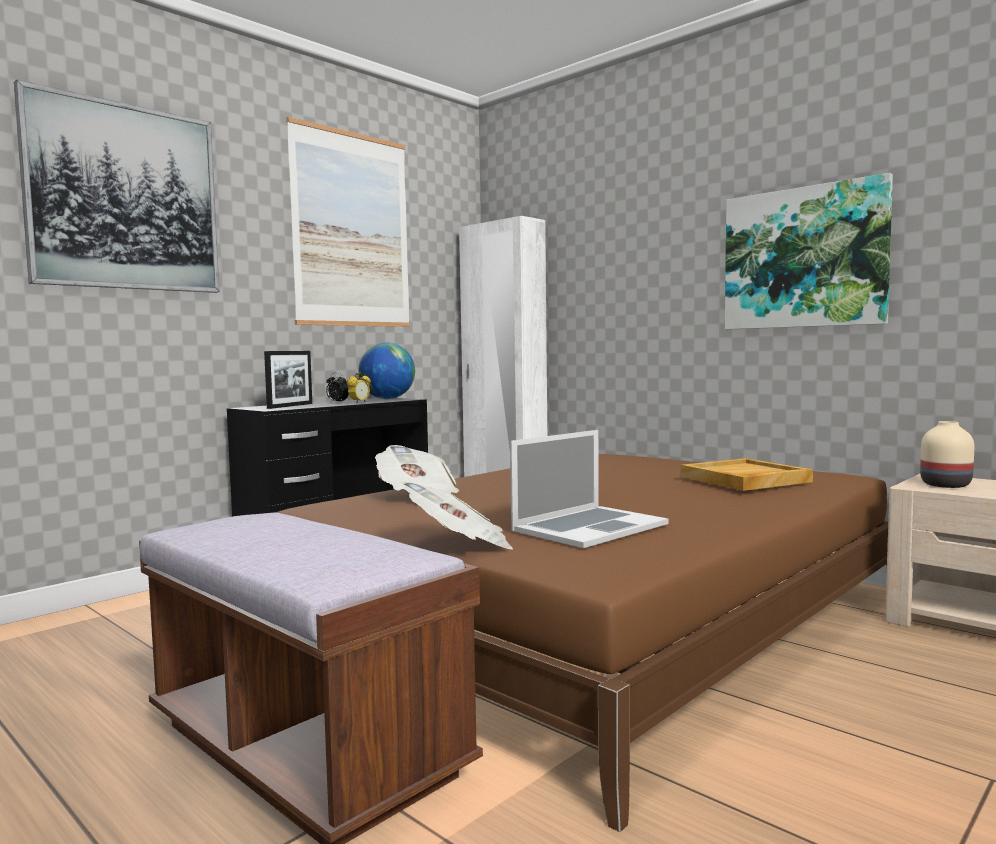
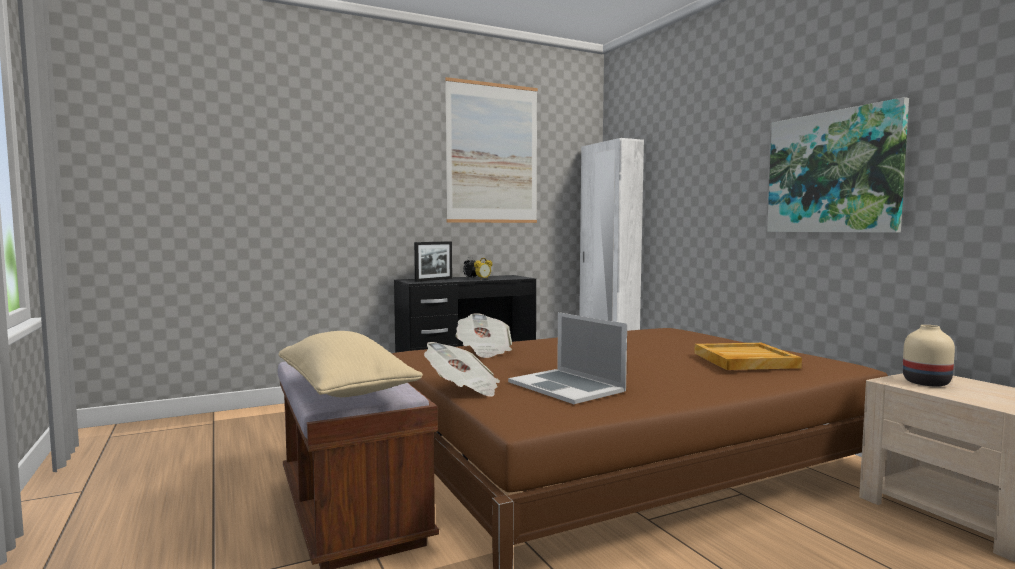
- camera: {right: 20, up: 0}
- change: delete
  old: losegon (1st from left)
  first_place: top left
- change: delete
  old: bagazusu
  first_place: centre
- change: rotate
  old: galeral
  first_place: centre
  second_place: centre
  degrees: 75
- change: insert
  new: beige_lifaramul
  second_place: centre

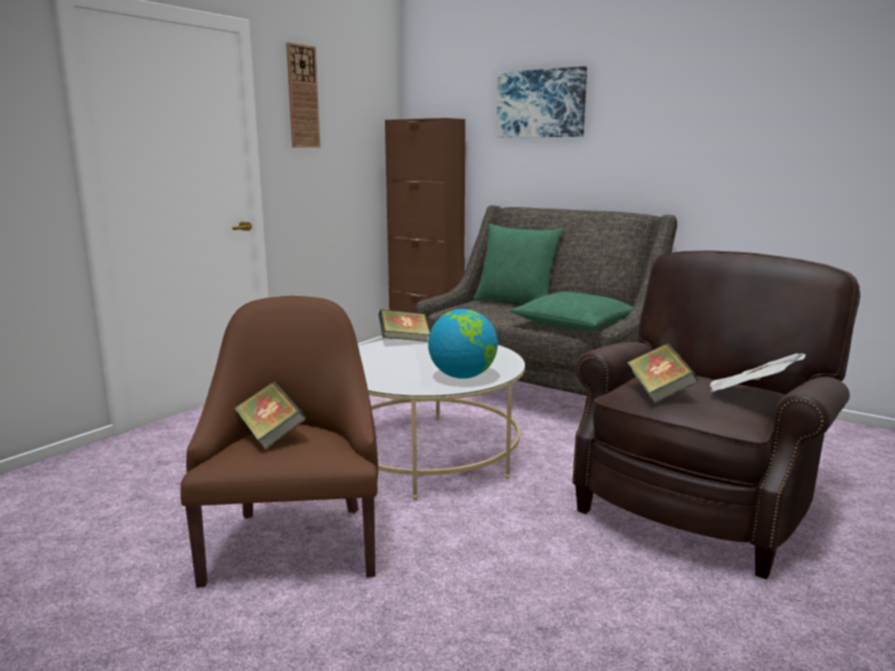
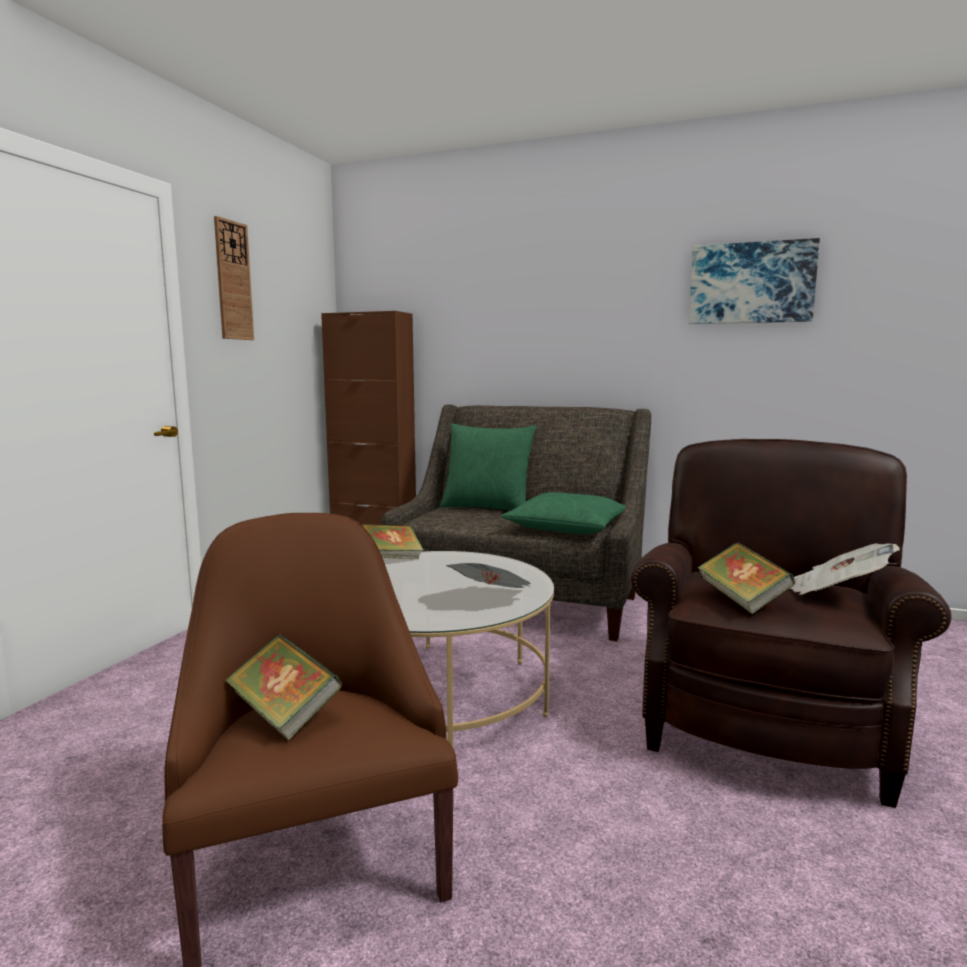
- camera: {right: -15, up: -5}
- change: replace
  old: bagazusu
  new: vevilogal (1st from left)
  first_place: centre
  second_place: centre
- change: move
  old: losegon
  first_place: top centre
  second_place: top right

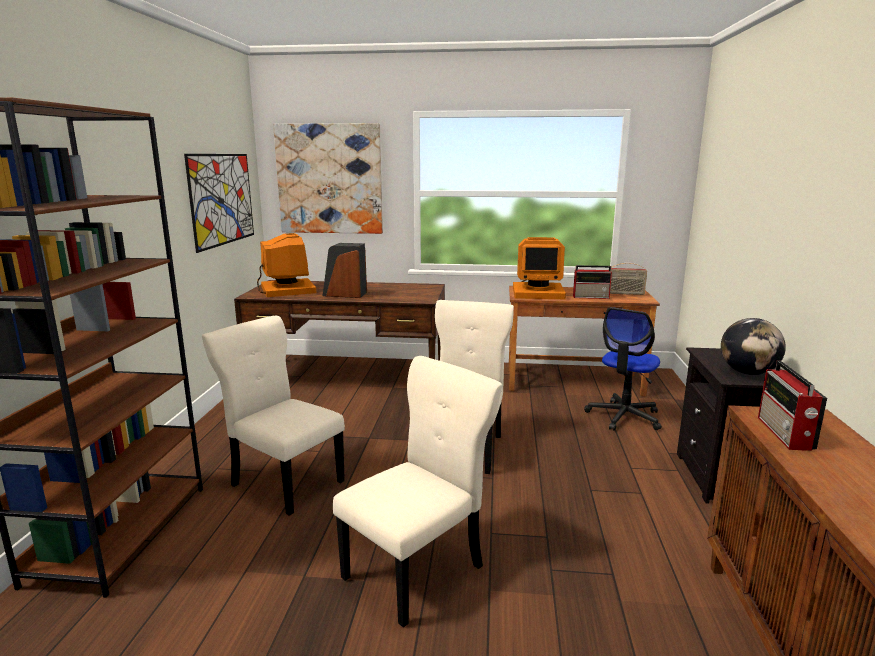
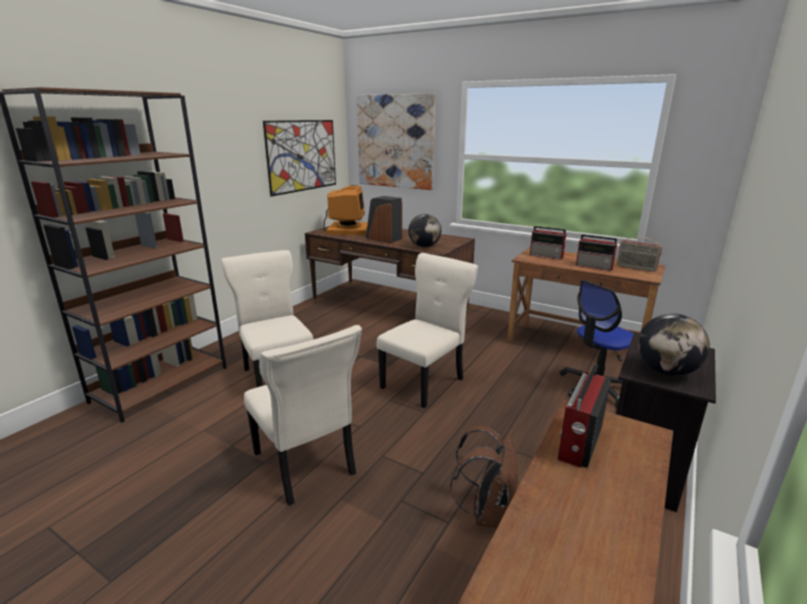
- camera: {right: 25, up: 5}
- change: rotate
  old: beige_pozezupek (2nd from left)
  first_place: bottom centre
  second_place: bottom centre
  degrees: 75
- change: replace
  old: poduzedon (2nd from left)
  new: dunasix (1st from left)
  first_place: centre
  second_place: middle right
- change: insert
  new: bagazusu (1st from left)
  second_place: centre
- change: insert
  new: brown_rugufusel
  second_place: bottom centre

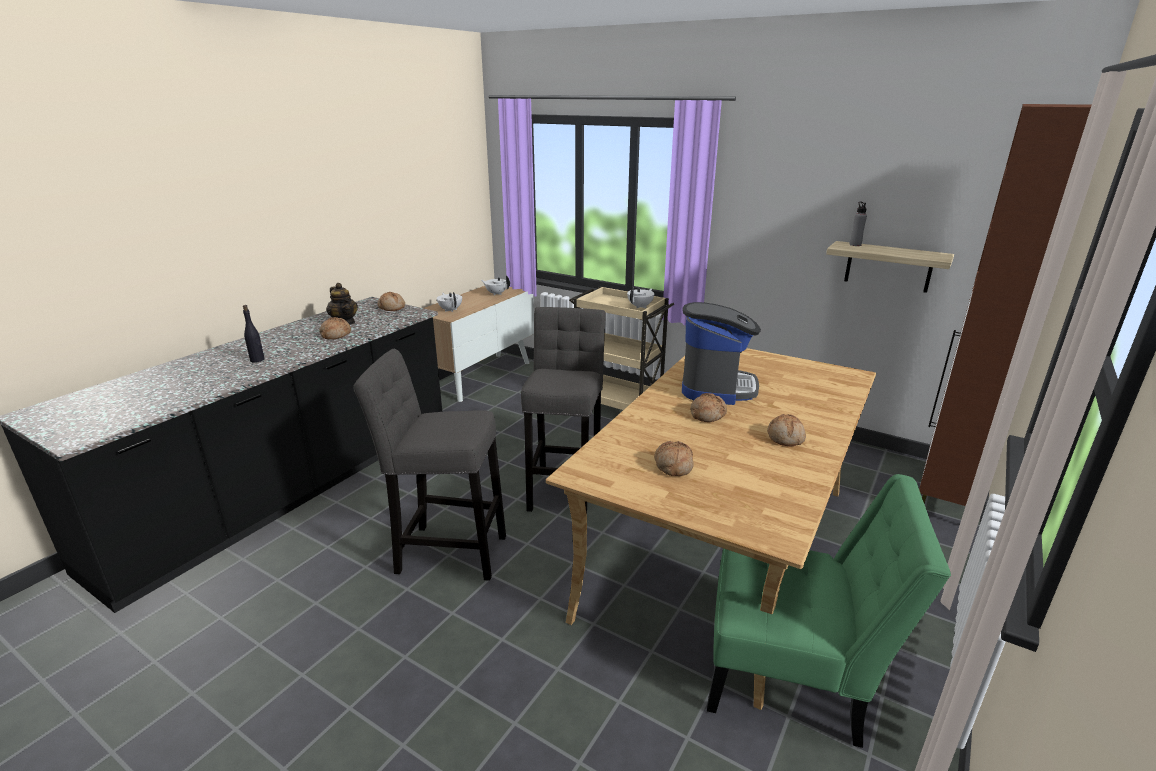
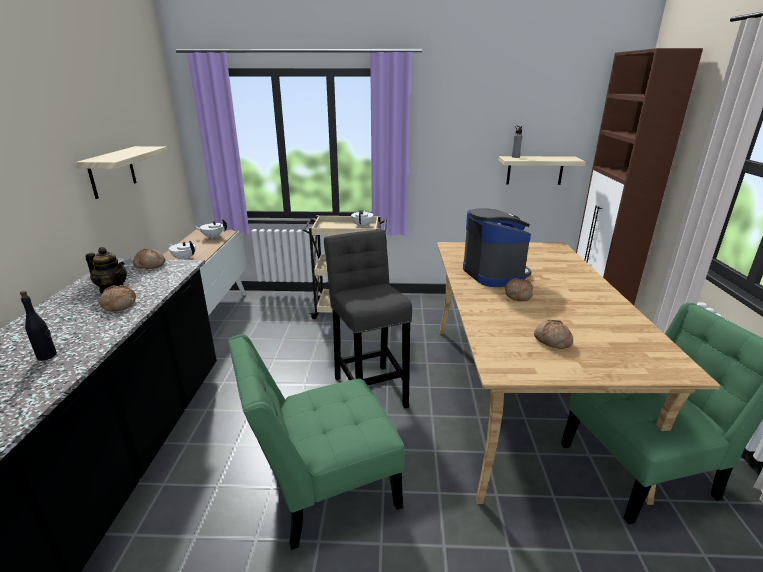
- camera: {right: -30, up: 0}
- change: replace
  old: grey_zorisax (1st from left)
  new: green_pozezupek (1st from left)
  first_place: centre
  second_place: bottom centre
- change: delete
  old: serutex (5th from left)
  first_place: middle right
- change: insert
  new: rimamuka (1st from left)
  second_place: top left

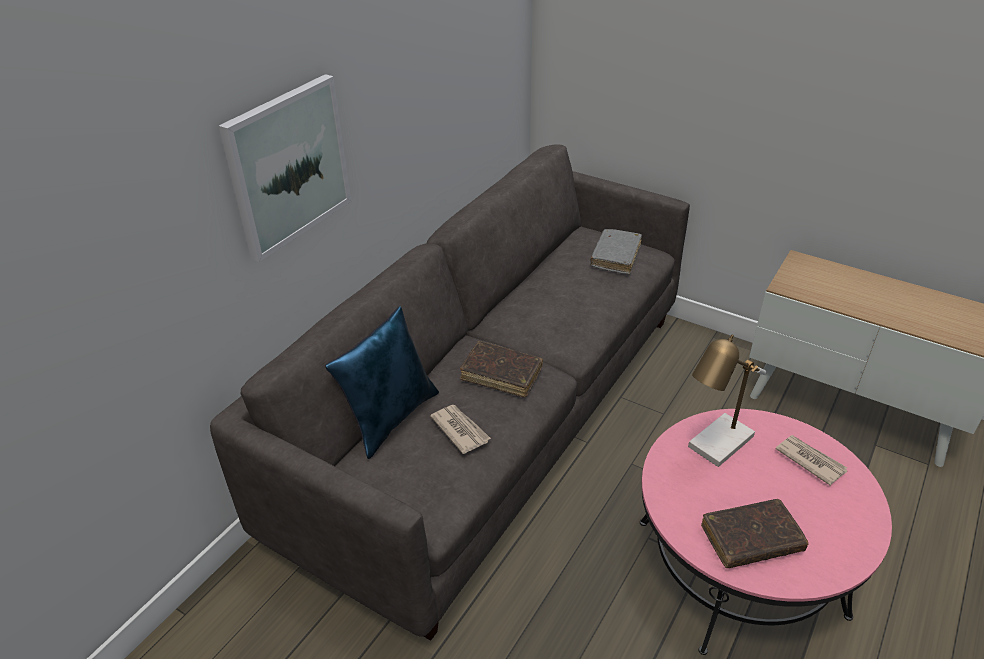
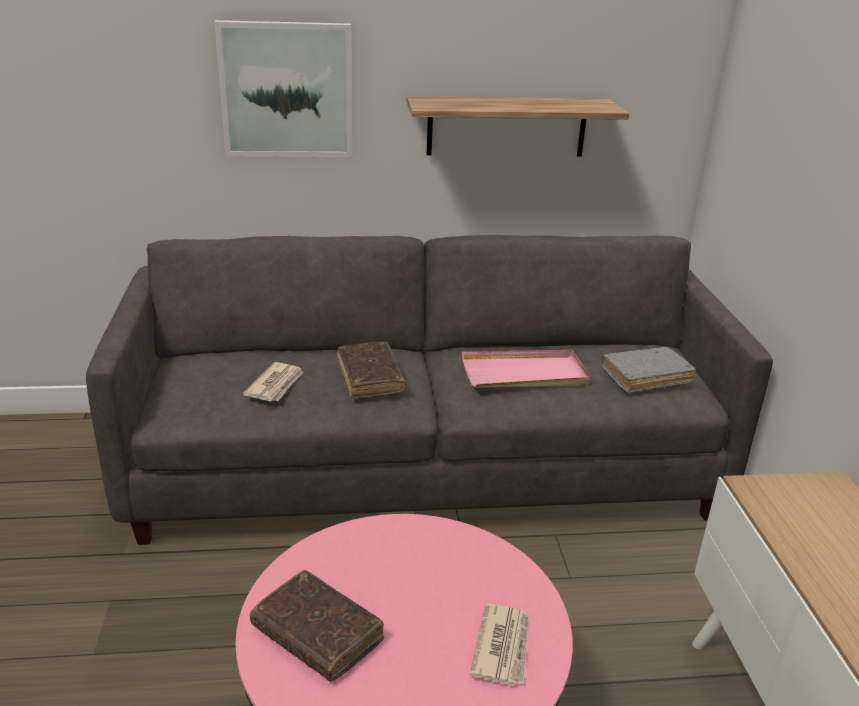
- camera: {right: 50, up: -10}
- change: delete
  old: blue_lifaramul
  first_place: centre
- change: delete
  old: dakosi
  first_place: middle right
- change: insert
  new: rimamuka
  second_place: top centre
- change: insert
  new: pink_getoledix
  second_place: centre

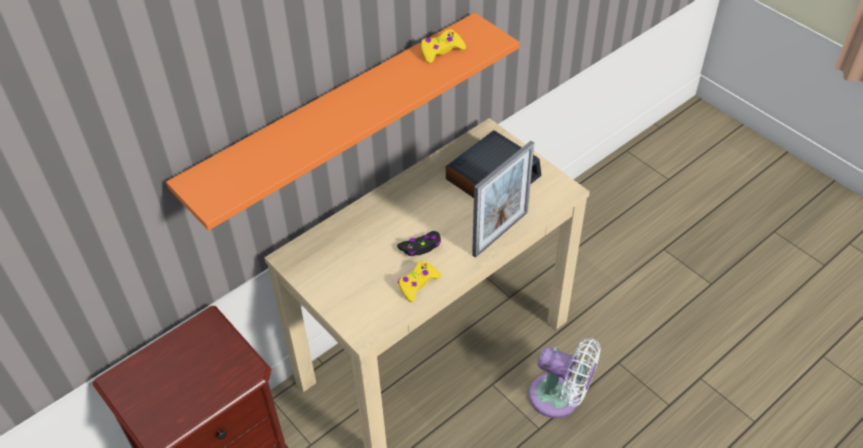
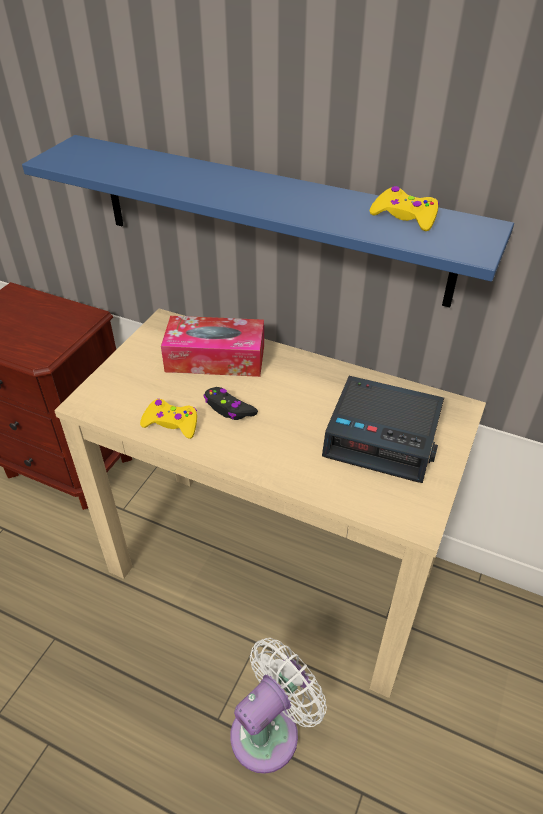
- camera: {right: 65, up: -5}
- change: recolor
  old: orange_rimamuka
  new: blue_rimamuka
  first_place: top centre
  second_place: top centre
- change: delete
  old: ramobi
  first_place: centre
- change: rotate
  old: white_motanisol
  first_place: bottom centre
  second_place: bottom centre
  degrees: -135
- change: insert
  new: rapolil
  second_place: centre

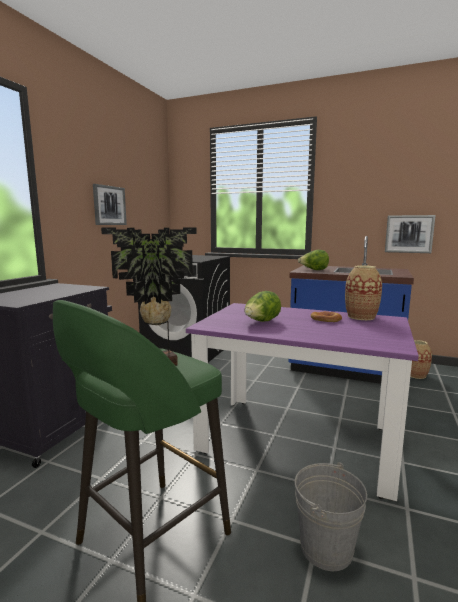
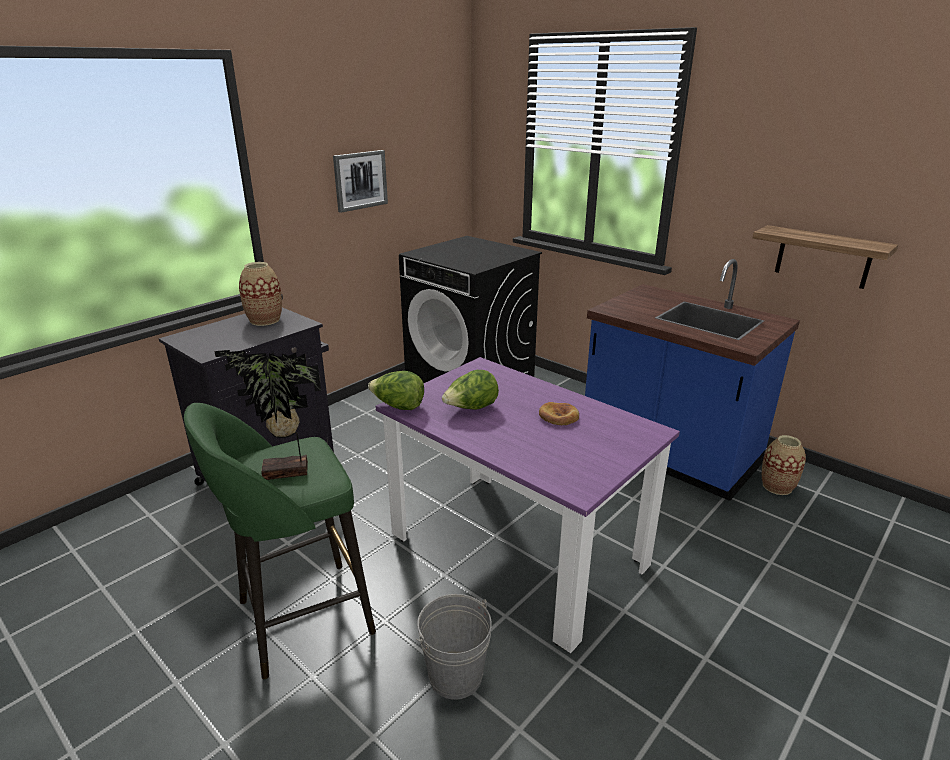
- camera: {right: 20, up: 15}
- change: move
  old: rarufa (2nd from left in the first image)
  new: rarufa (1st from left)
  first_place: middle right
  second_place: centre
- change: move
  old: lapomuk (1st from left)
  first_place: middle right
  second_place: middle left
- change: replace
  old: losegon (2nd from left)
  new: rimamuka
  first_place: middle right
  second_place: middle right

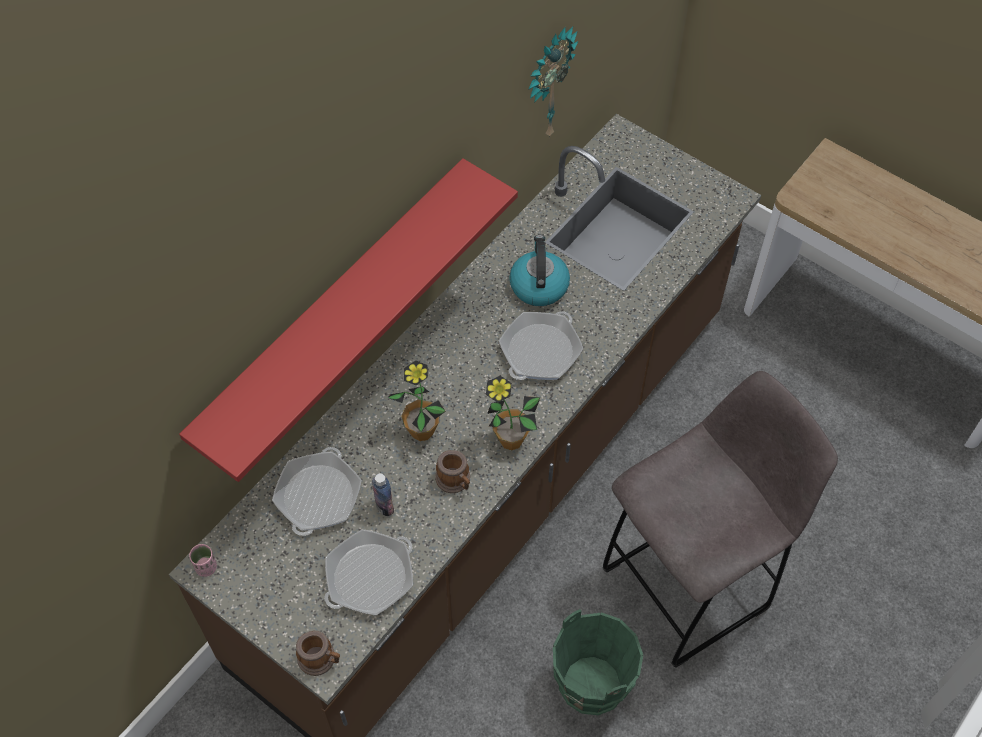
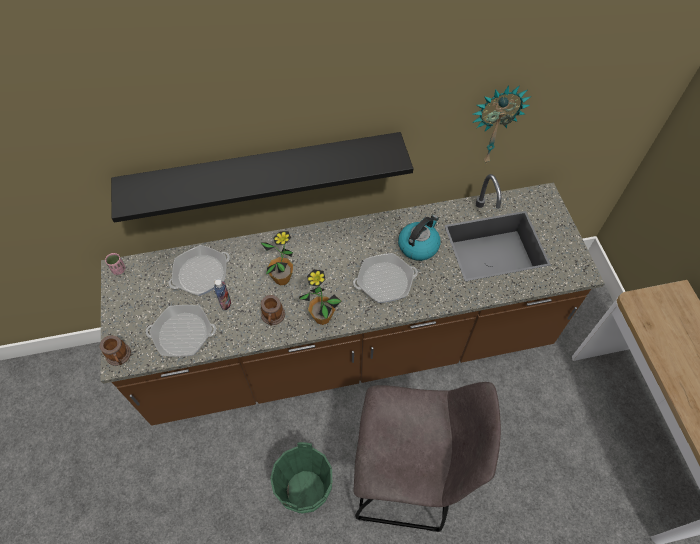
- camera: {right: 40, up: 0}
- change: recolor
  old: red_rimamuka
  new: black_rimamuka
  first_place: centre
  second_place: top centre

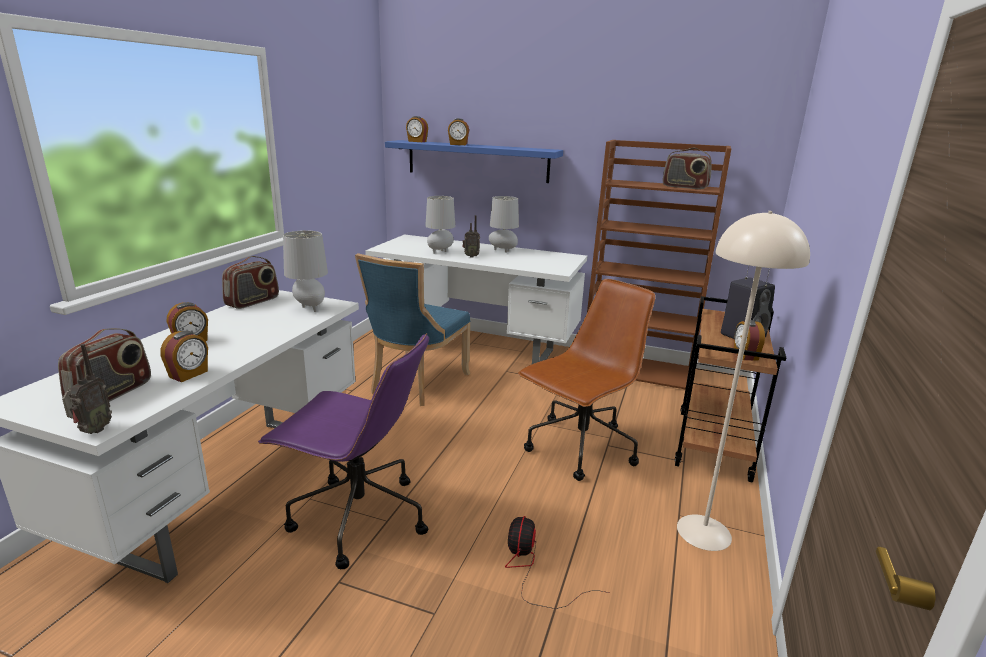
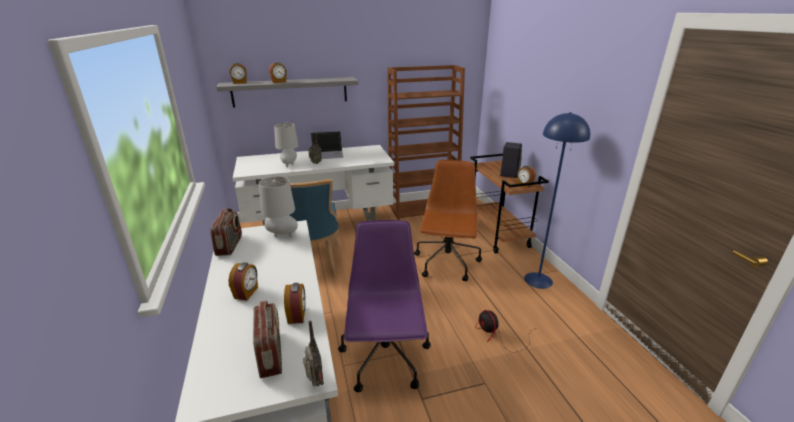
- camera: {right: -35, up: 5}
- change: rotate
  old: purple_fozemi
  first_place: bottom centre
  second_place: bottom centre
  degrees: -75
- change: recolor
  old: blue_rimamuka
  new: grey_rimamuka
  first_place: top centre
  second_place: top centre
- change: replace
  old: grey_dakosi (3rd from left)
  new: galeral
  first_place: centre
  second_place: centre
- change: delete
  old: dunasix (5th from left)
  first_place: top right
- change: recolor
  old: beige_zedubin
  new: blue_zedubin
  first_place: middle right
  second_place: middle right

